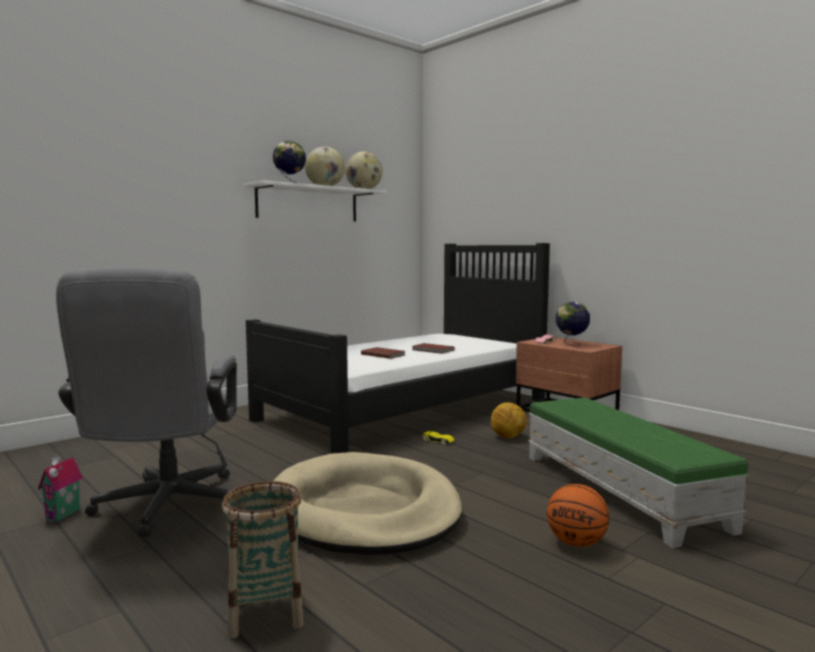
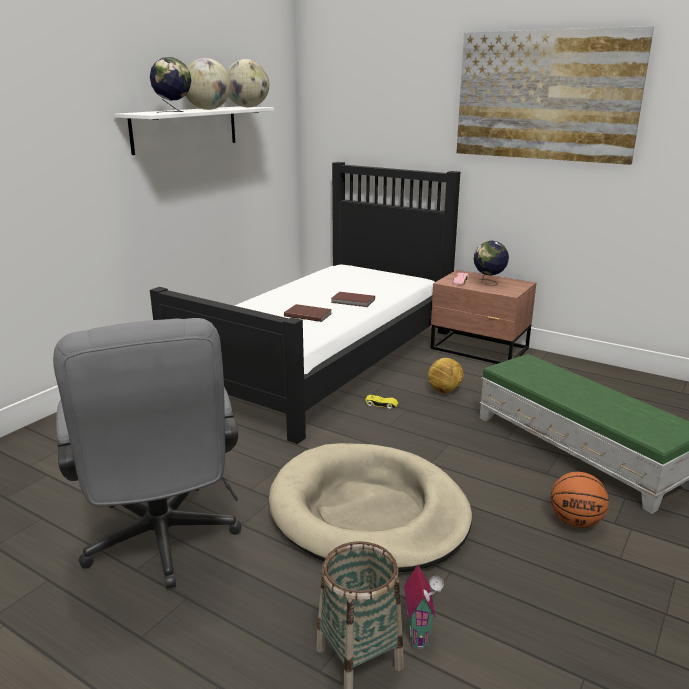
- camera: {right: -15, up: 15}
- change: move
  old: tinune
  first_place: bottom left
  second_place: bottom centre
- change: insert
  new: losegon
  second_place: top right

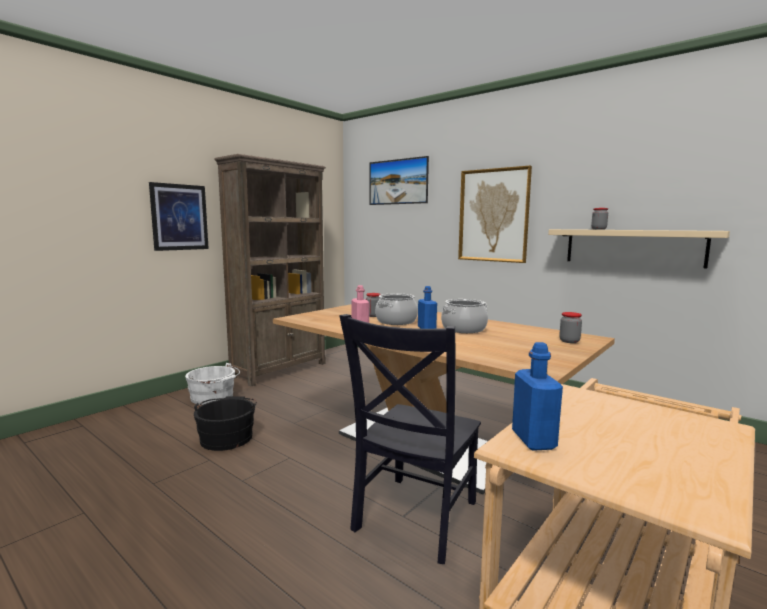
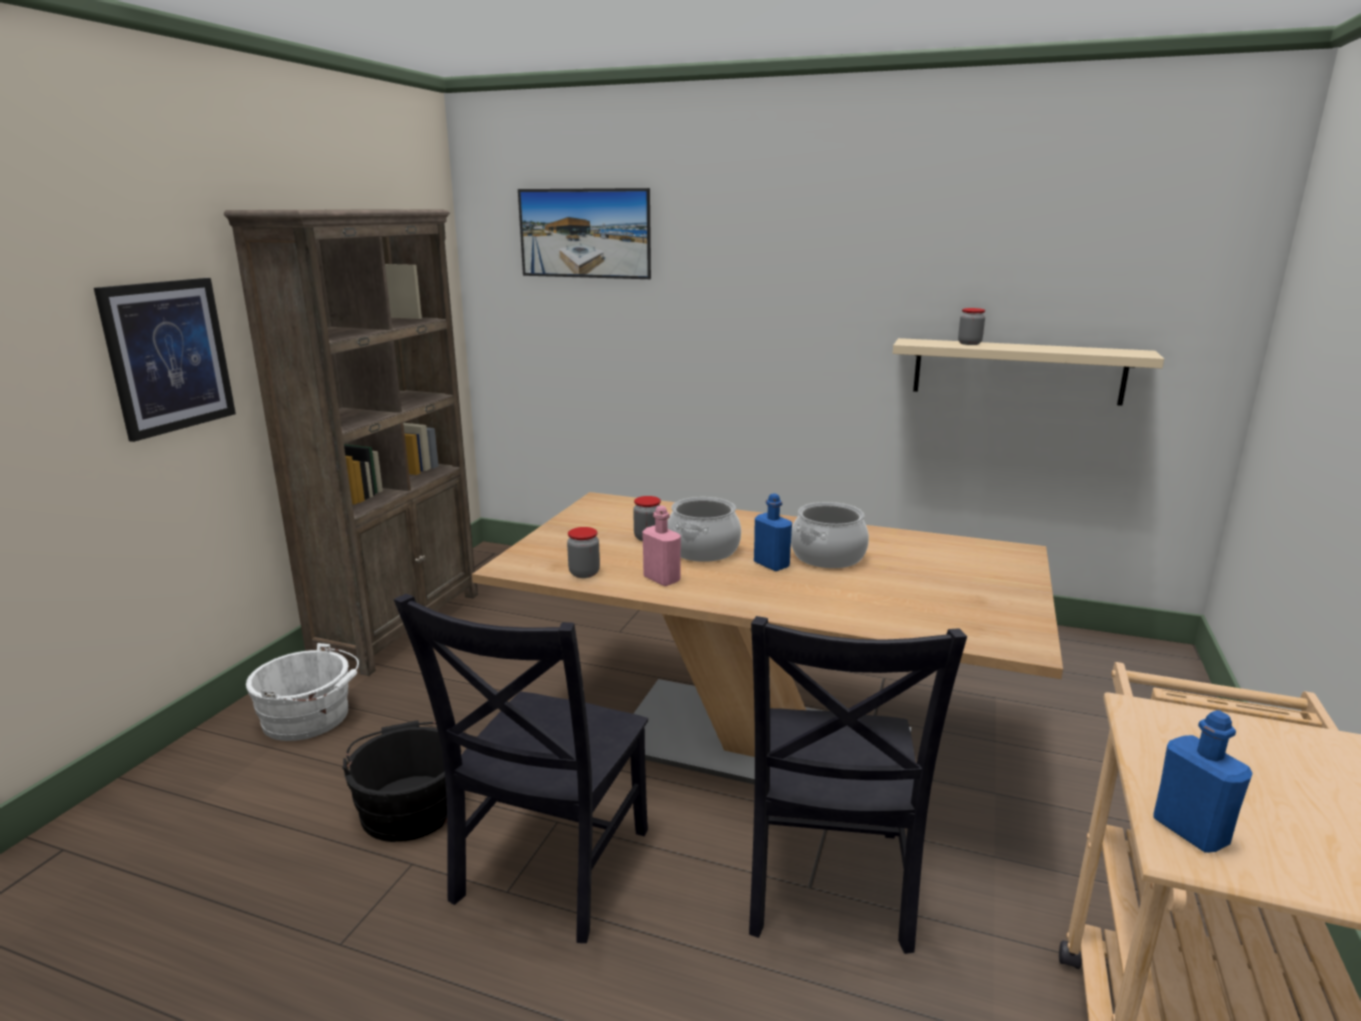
- camera: {right: -20, up: 10}
- change: delete
  old: losegon (3rd from left)
  first_place: centre
- change: move
  old: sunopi (2nd from left in the first image)
  new: sunopi (1st from left)
  first_place: middle right
  second_place: centre
- change: insert
  new: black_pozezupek (1st from left)
  second_place: bottom centre

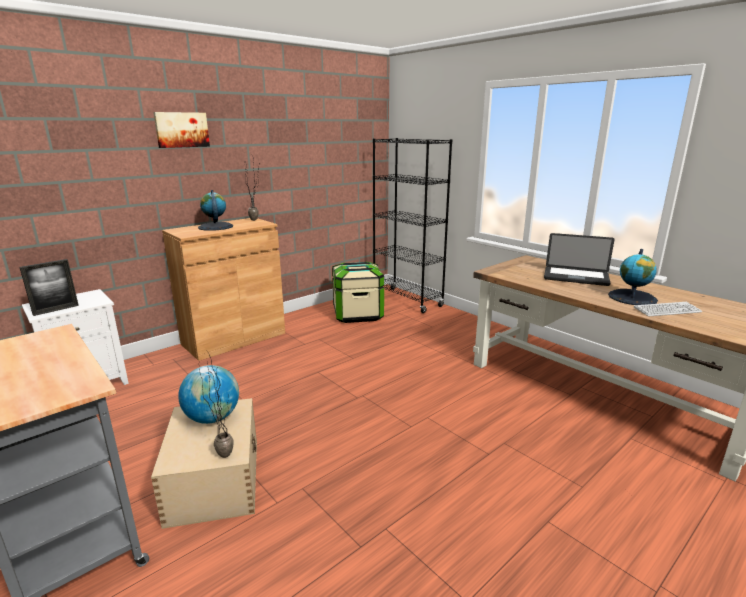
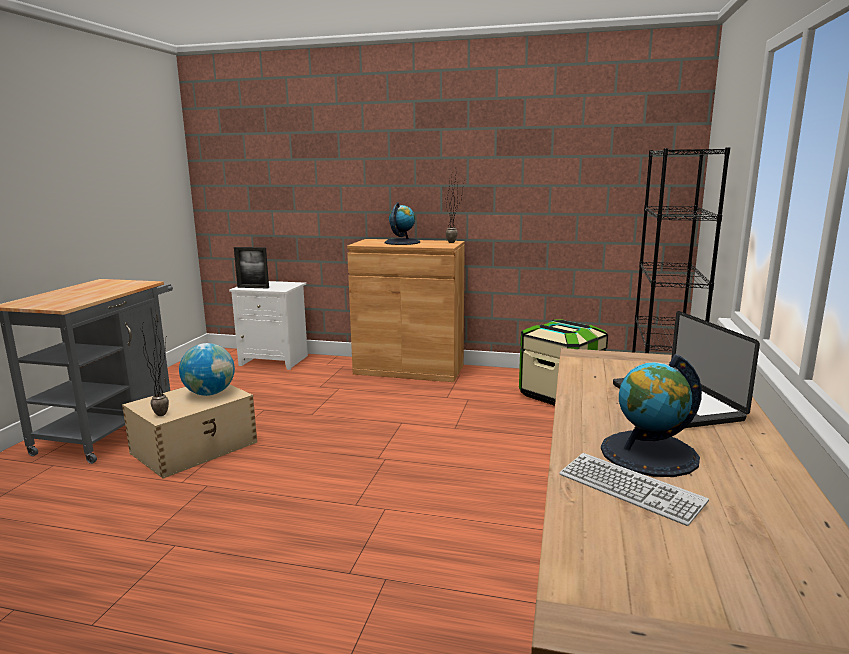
- camera: {right: 55, up: -5}
- change: delete
  old: losegon
  first_place: top left

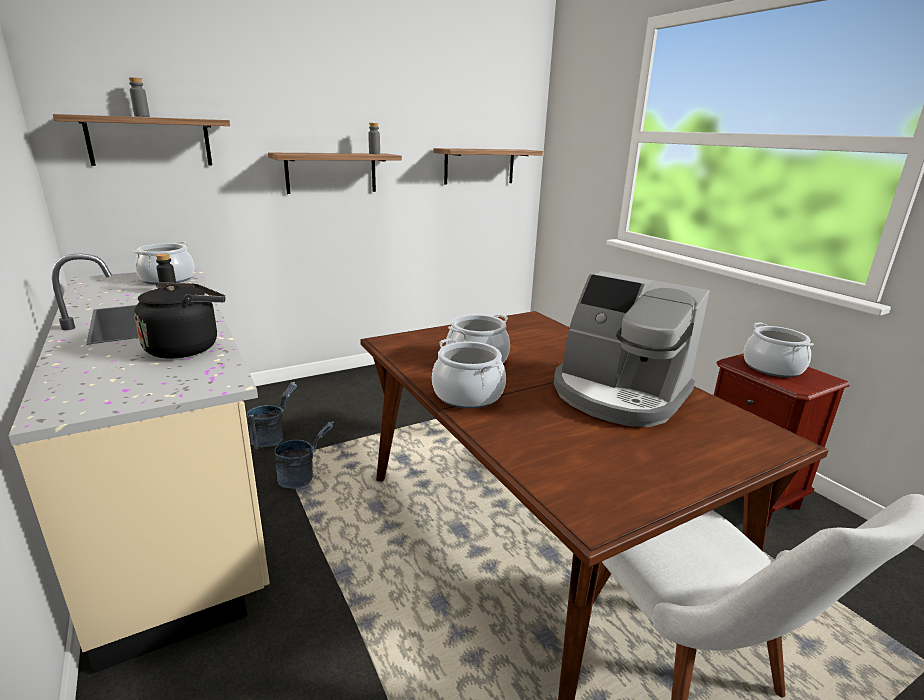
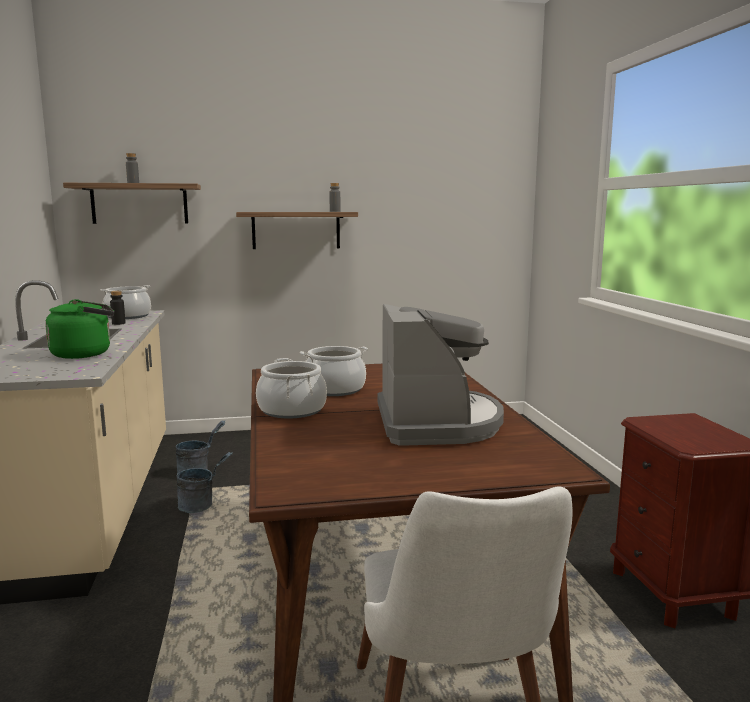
- camera: {right: 20, up: -10}
- change: recolor
  old: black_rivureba
  new: green_rivureba
  first_place: middle left
  second_place: middle left
- change: delete
  old: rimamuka (3rd from left)
  first_place: top centre
- change: rotate
  old: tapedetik
  first_place: middle right
  second_place: centre
  degrees: -150
- change: delete
  old: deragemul (4th from left)
  first_place: middle right

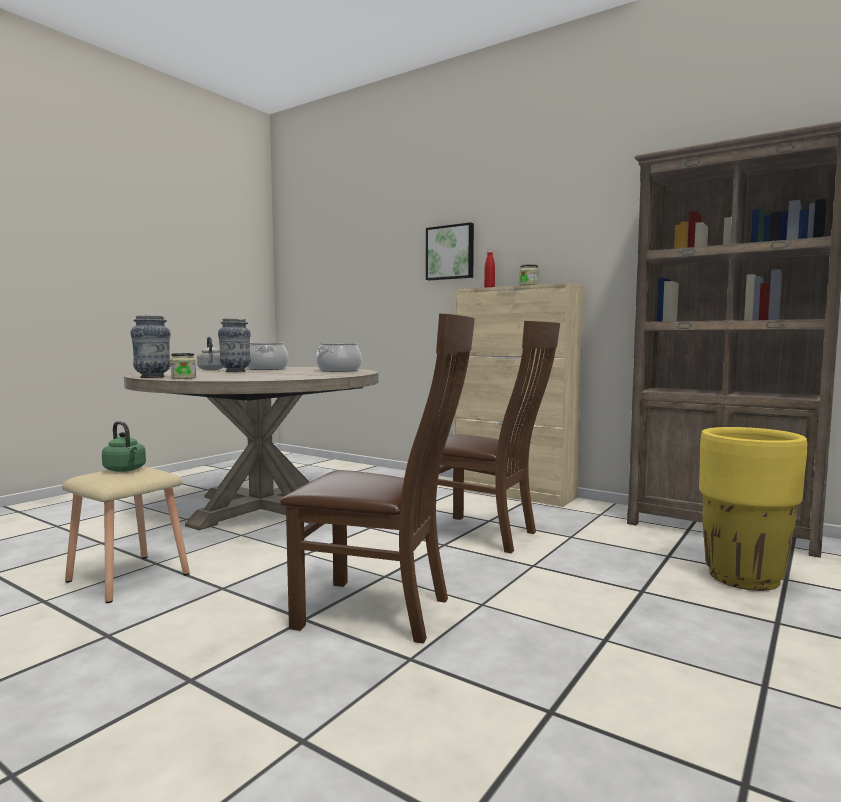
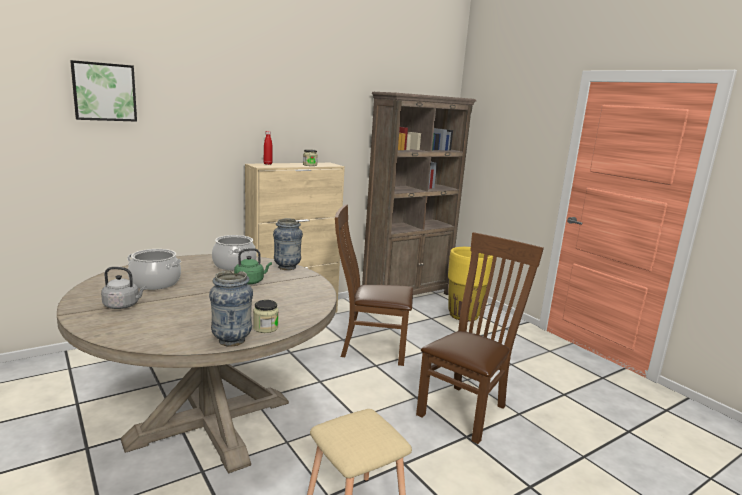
- camera: {right: -70, up: 10}
- change: move
  old: green_rivureba
  first_place: middle left
  second_place: centre
- change: move
  old: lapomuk (2nd from left)
  first_place: middle left
  second_place: centre
- change: rotate
  old: brown_pozezupek (2nd from left in the first image)
  first_place: centre
  second_place: centre
  degrees: -135
- change: move
  old: losegon
  first_place: top centre
  second_place: top left

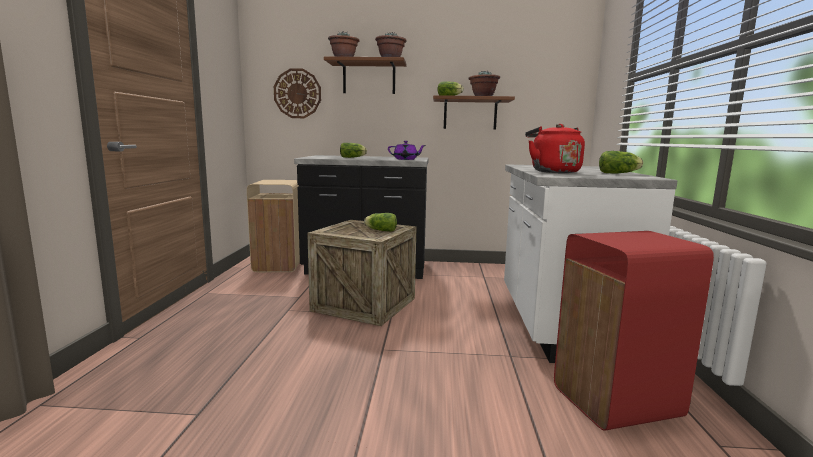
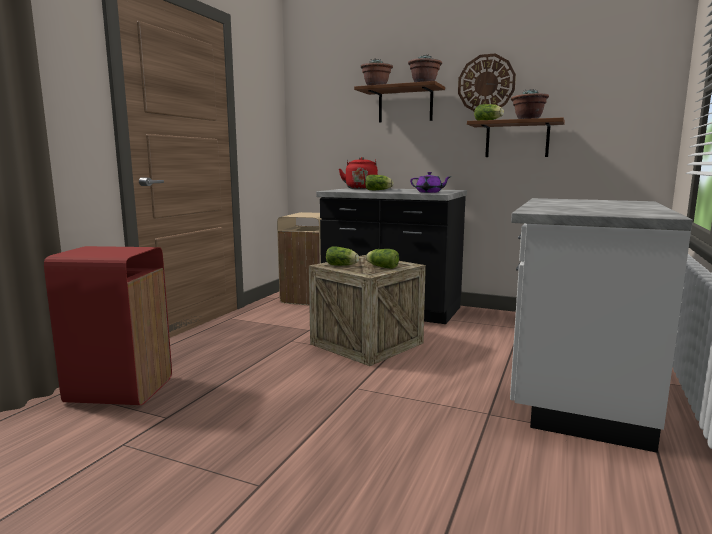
- camera: {right: 20, up: 0}
- change: move
  old: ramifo
  first_place: top centre
  second_place: top right
- change: move
  old: red_rivureba
  first_place: top right
  second_place: top centre
- change: move
  old: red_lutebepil
  first_place: bottom right
  second_place: middle left
- change: move
  old: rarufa (4th from left in the first image)
  new: rarufa (1st from left)
  first_place: middle right
  second_place: centre

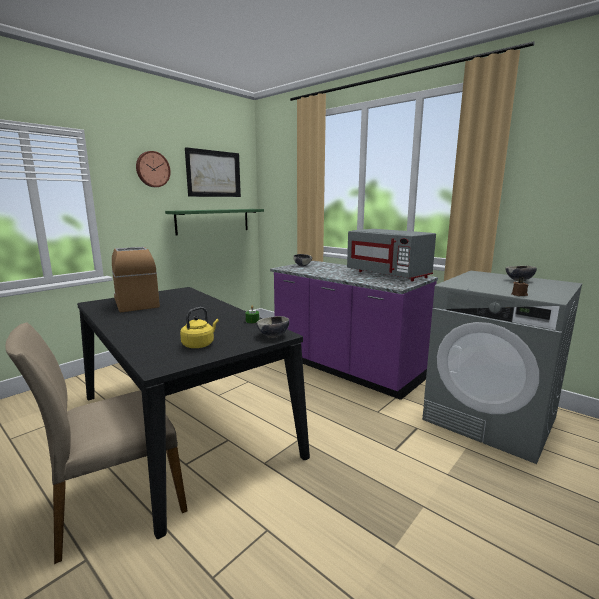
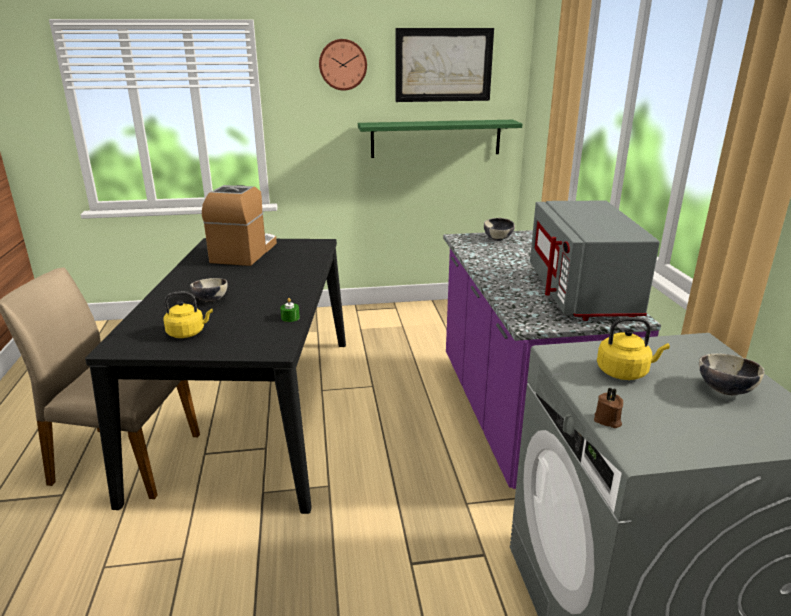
- camera: {right: 40, up: 10}
- change: move
  old: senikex (1st from left)
  first_place: centre
  second_place: middle left
- change: insert
  new: yellow_rivureba (2nd from left)
  second_place: middle right

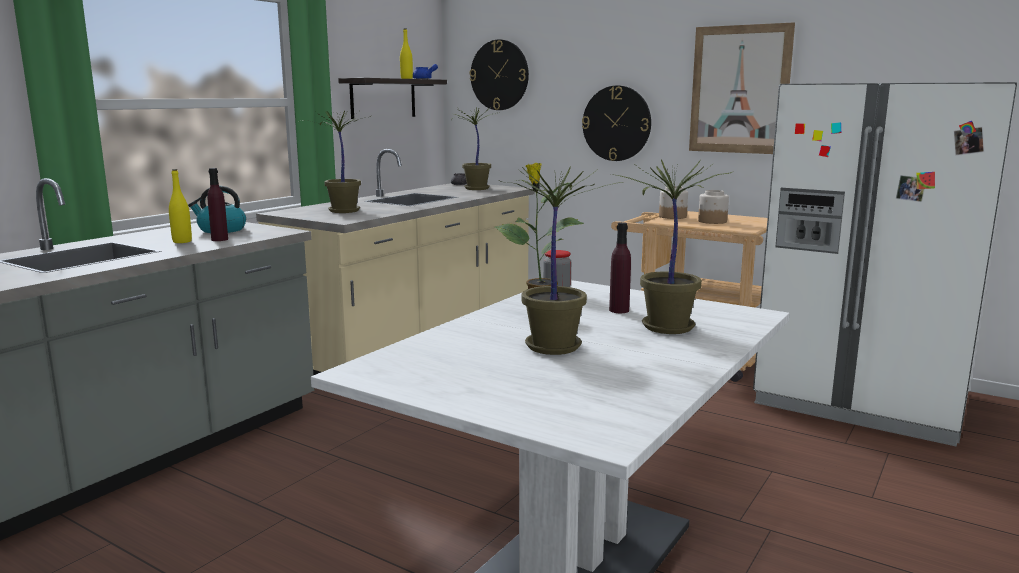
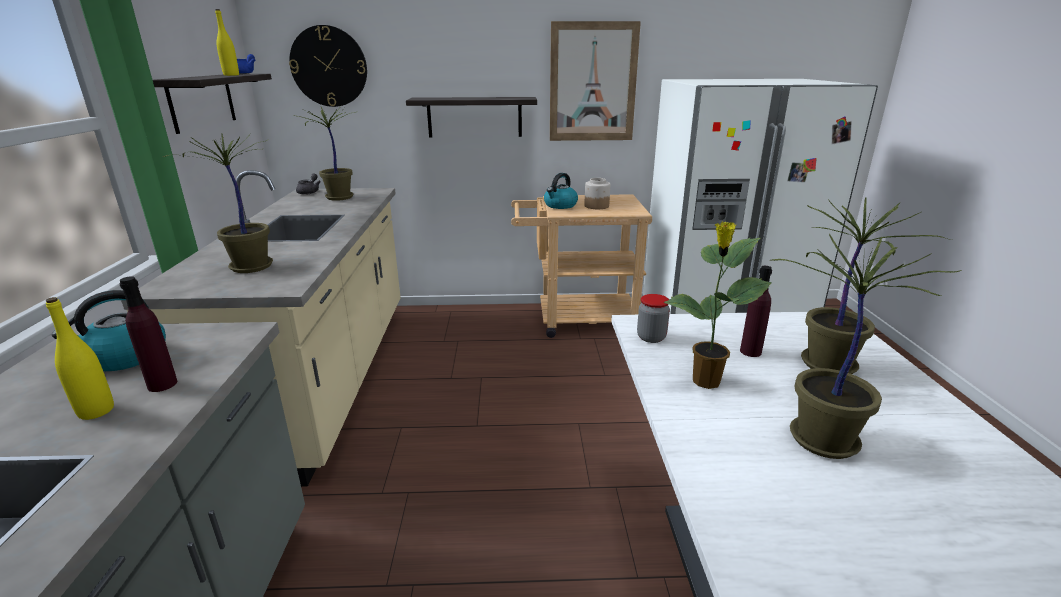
- camera: {right: -35, up: 10}
- change: replace
  old: ramifo (2nd from left)
  new: rimamuka (2nd from left)
  first_place: top centre
  second_place: top centre
- change: replace
  old: sunopi (2nd from left)
  new: rivureba (2nd from left)
  first_place: centre
  second_place: top centre

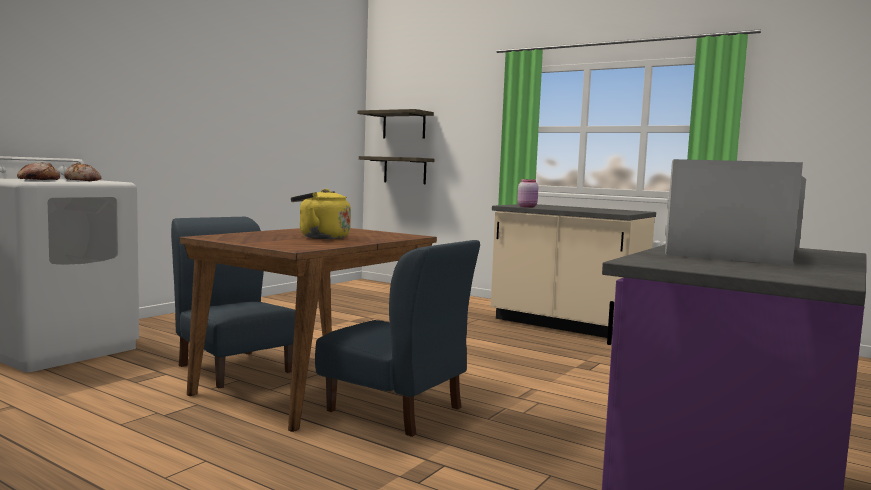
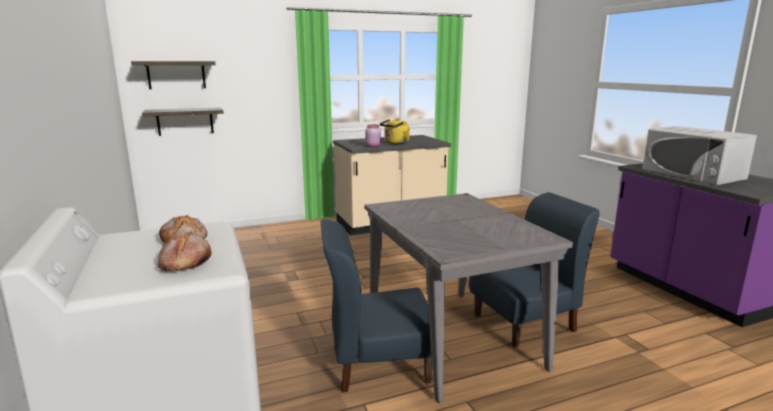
- camera: {right: -55, up: 10}
- change: recolor
  old: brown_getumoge
  new: grey_getumoge
  first_place: bottom centre
  second_place: bottom centre
- change: move
  old: yellow_rivureba
  first_place: centre
  second_place: top centre

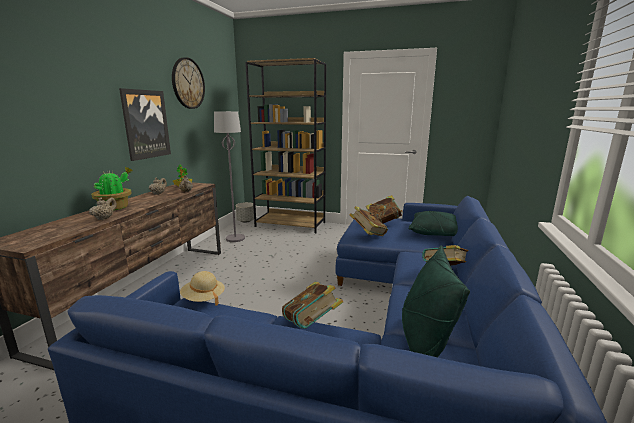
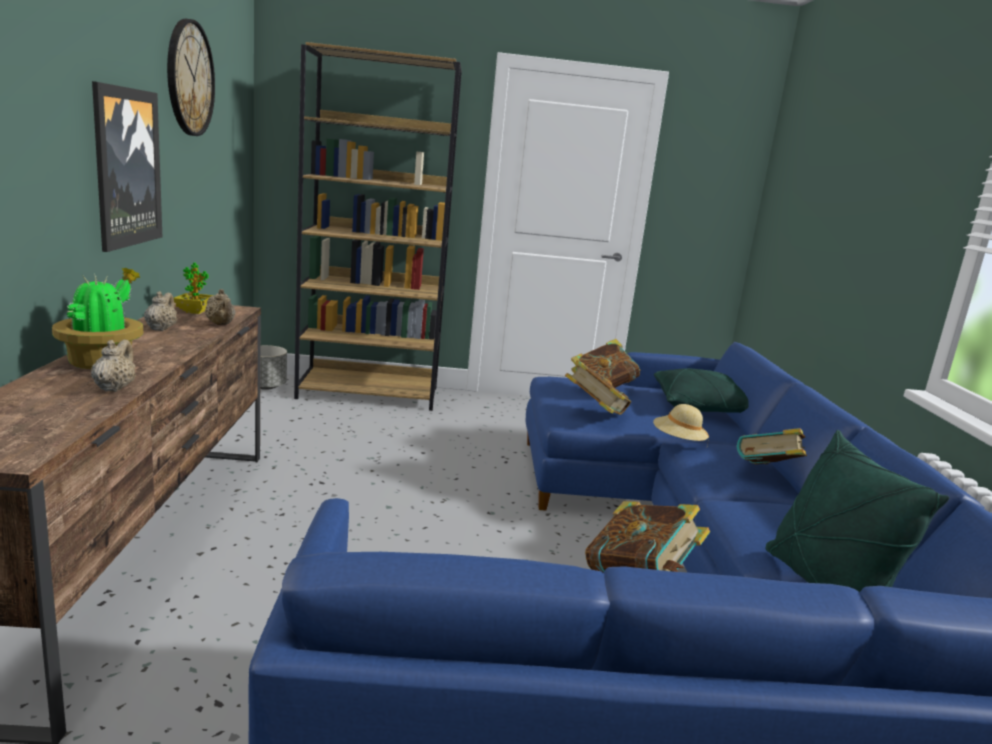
- camera: {right: -20, up: 0}
- change: move
  old: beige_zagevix
  first_place: bottom left
  second_place: middle right
- change: delete
  old: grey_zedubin
  first_place: centre

